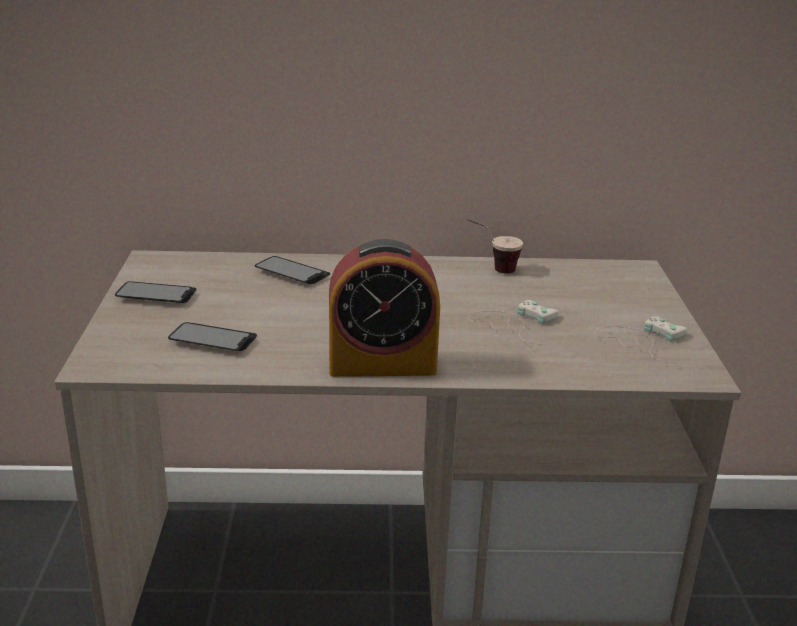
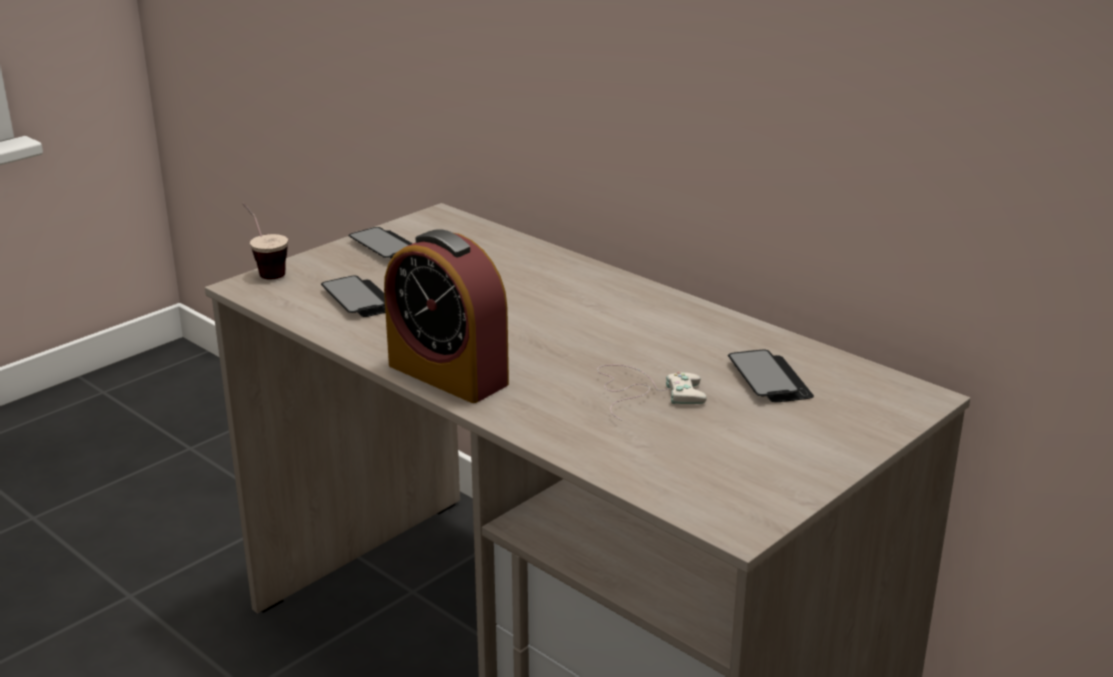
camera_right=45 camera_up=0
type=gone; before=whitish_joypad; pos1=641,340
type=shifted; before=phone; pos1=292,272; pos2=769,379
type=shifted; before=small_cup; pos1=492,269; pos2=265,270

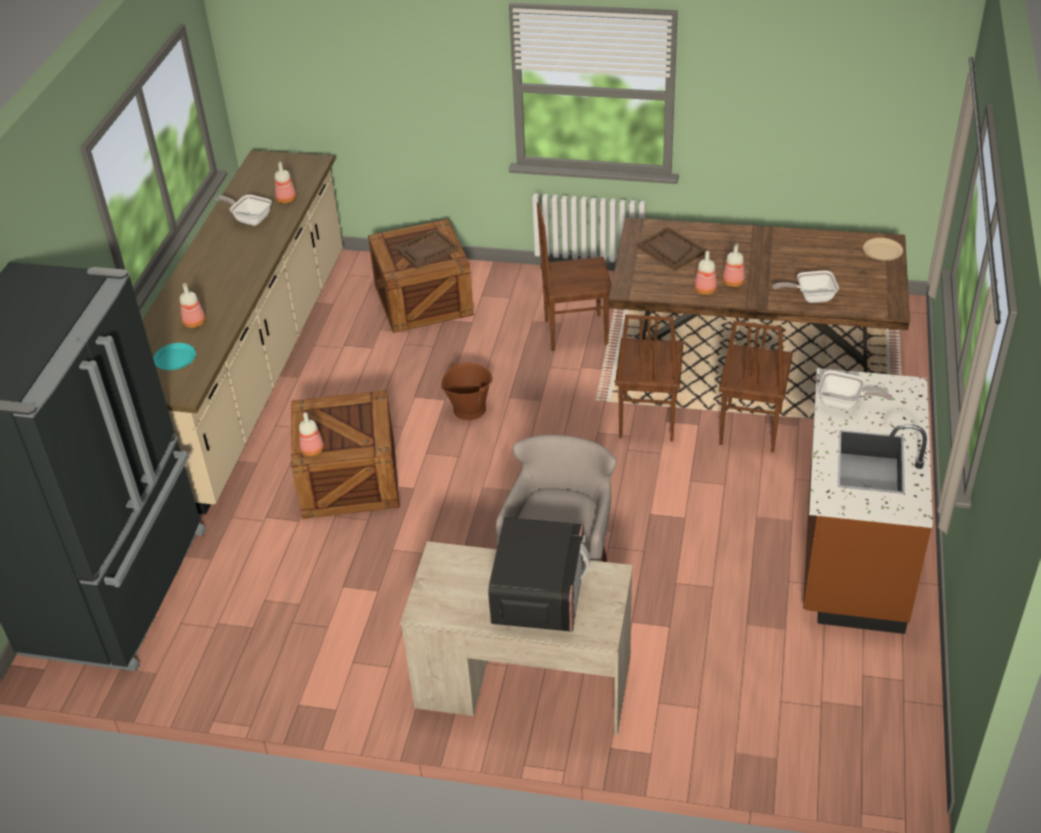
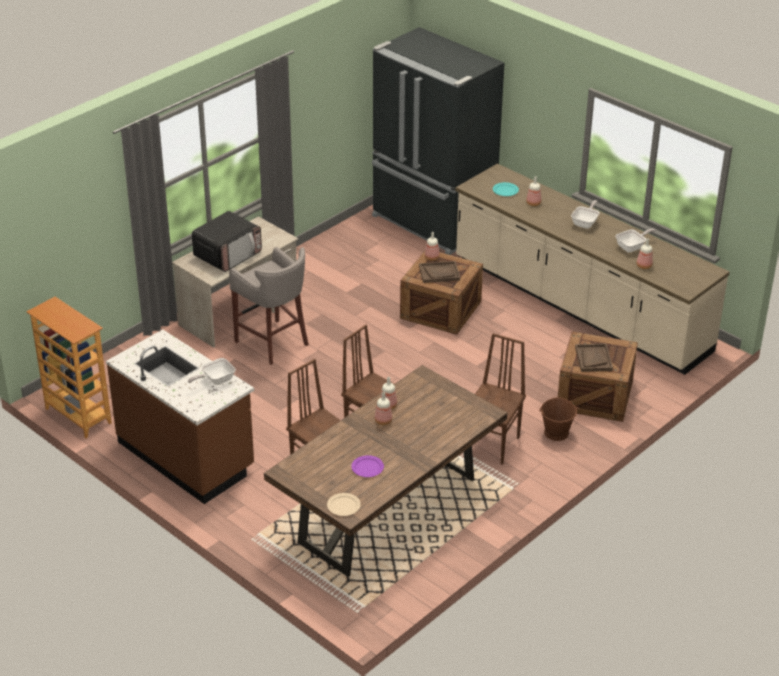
camera_right=120 camera_up=-5
type=new; after=bookcase; pos2=77,416
type=new; after=purple_plate; pos2=367,467
type=shifted; before=brownish_bucket; pos1=469,409; pos2=556,433
type=shifted; before=brownish_carrying_tray; pos1=671,250; pos2=439,273
type=shifted; before=skillet; pos1=810,297; pos2=585,223
type=rotated; before=microwave; pos1=539,593; pos2=228,254; turn=-90

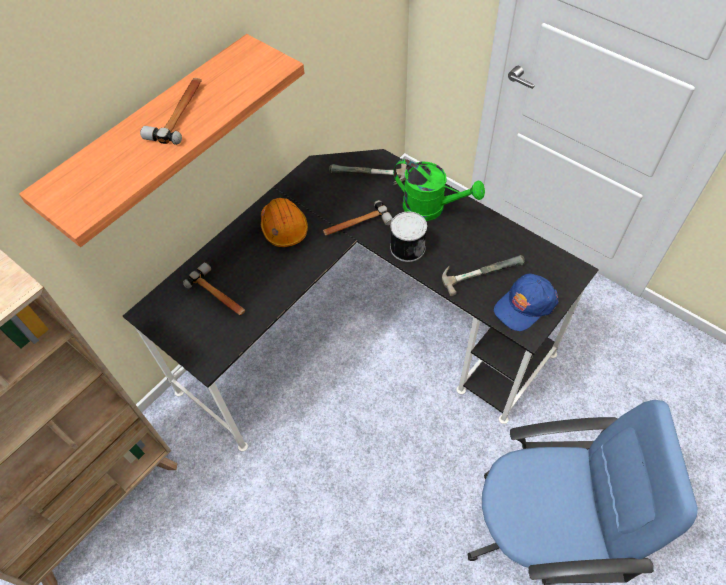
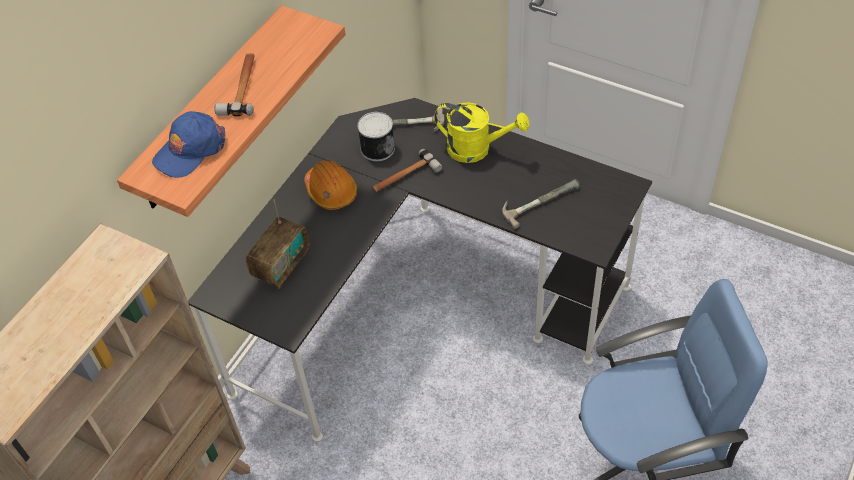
camera_right=-10 camera_up=-5
type=shifted; before=can; pos1=407,247; pos2=377,148
type=shifted; before=bluish_cap; pos1=525,305; pos2=190,150
type=swapped; before=tool_hammer; after=radio; pos1=219,294; pos2=281,266
type=repainted; before=greenish_sprinkling_can; after=yellow-coloured_sprinkling_can; pos1=431,208; pos2=477,149

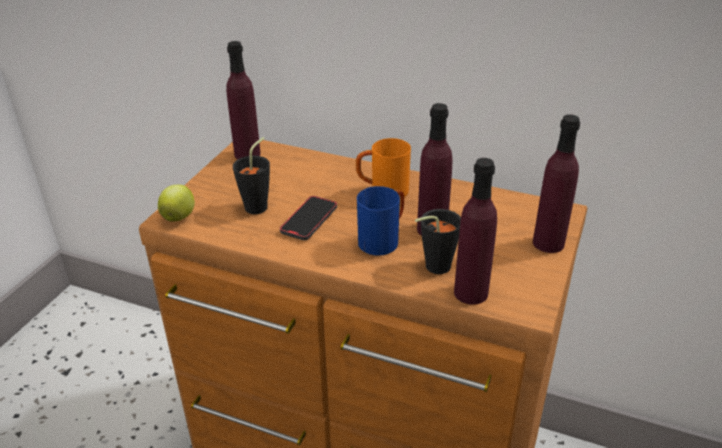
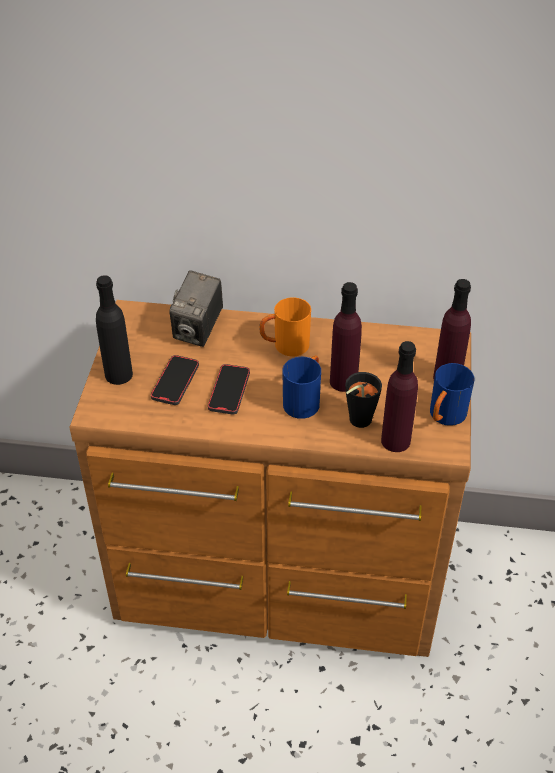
camera_right=-15 camera_up=10
type=gone; before=apple; pos1=179,217
type=gone; before=purple_bottle; pos1=247,154
type=new; after=black_bottle; pos2=118,374
type=new; after=photo_camera; pos2=198,330
type=new; after=bluish_coffee_mug; pos2=444,417
type=swapped; before=black_small_cup; after=phone; pos1=259,205; pos2=175,382

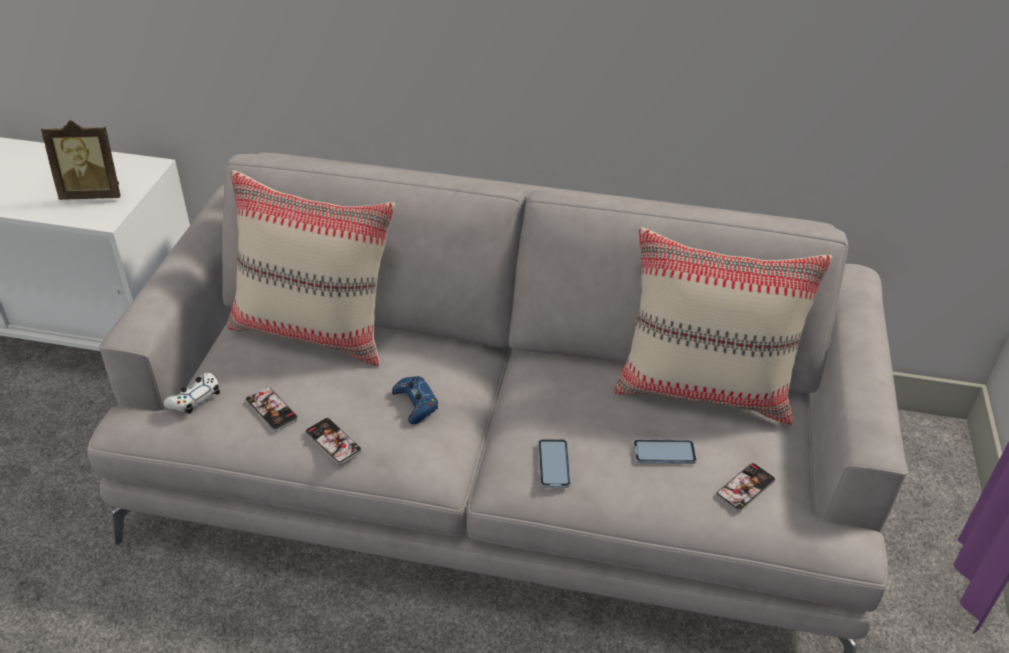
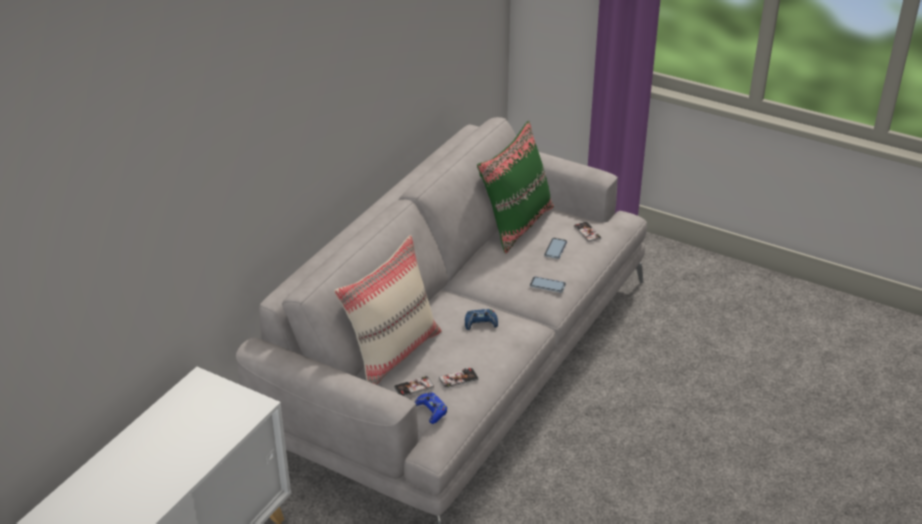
camera_right=-70 camera_up=-5
type=gone; before=standing_frame; pos1=93,193
type=shifted; before=phone; pos1=333,441; pos2=414,387
type=repainted; before=whitish_joypad; after=bluish_joypad; pos1=194,398; pos2=431,411
type=repainted; before=beige_pillow; after=greenish_pillow; pos1=704,389; pos2=516,224

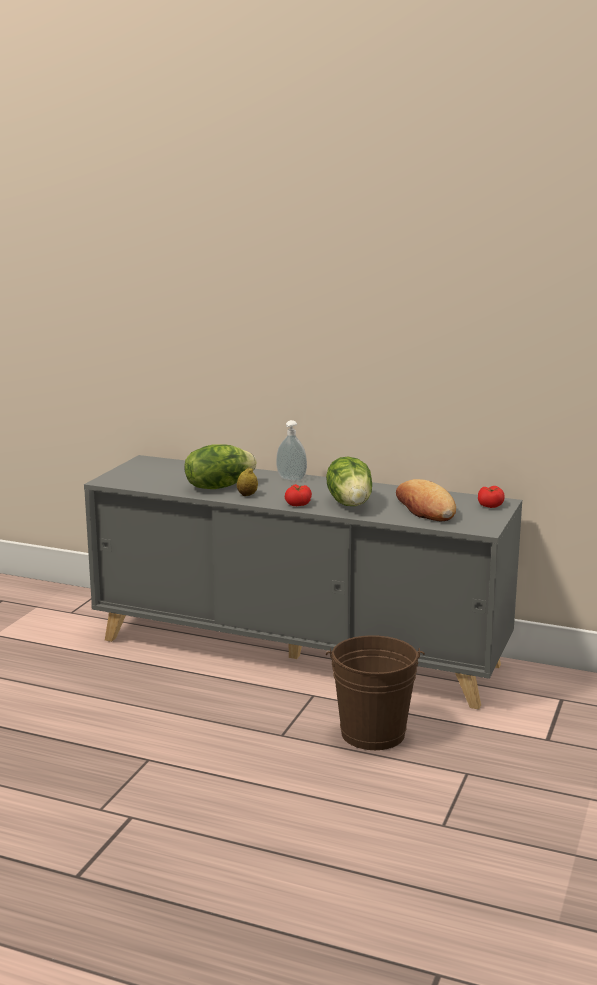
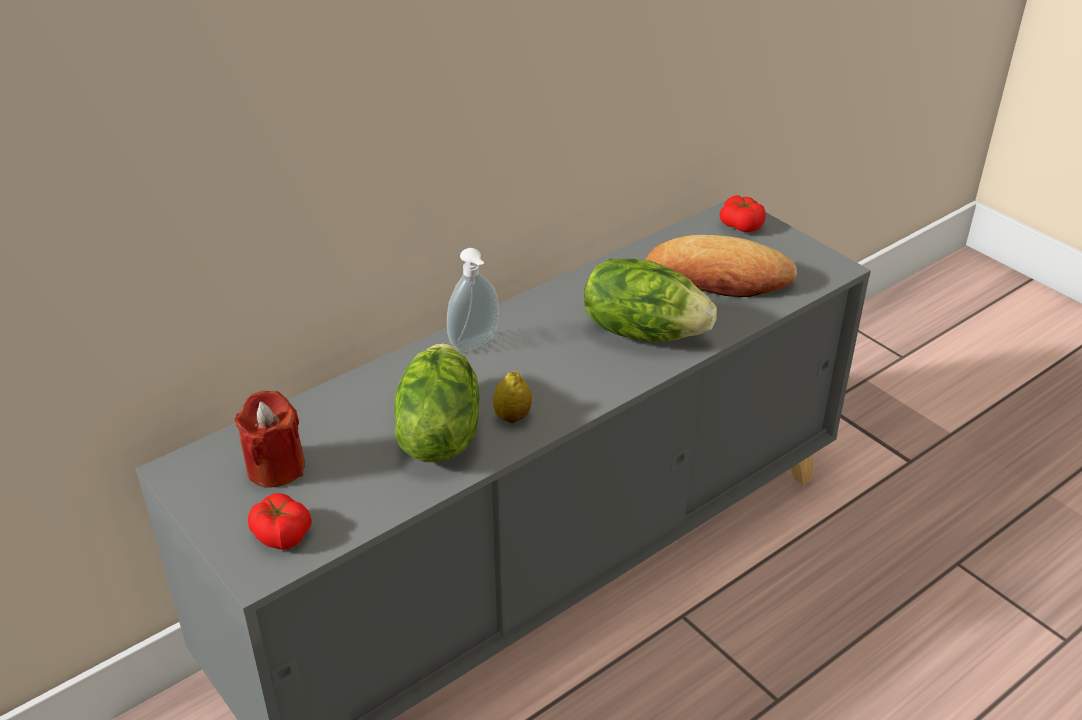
camera_right=-60 camera_up=20
type=gone; before=brownish_bucket; pos1=372,733
type=new; after=reddish_candle; pos2=275,467
type=shifted; before=fresh_tomato; pos1=298,503; pos2=281,534

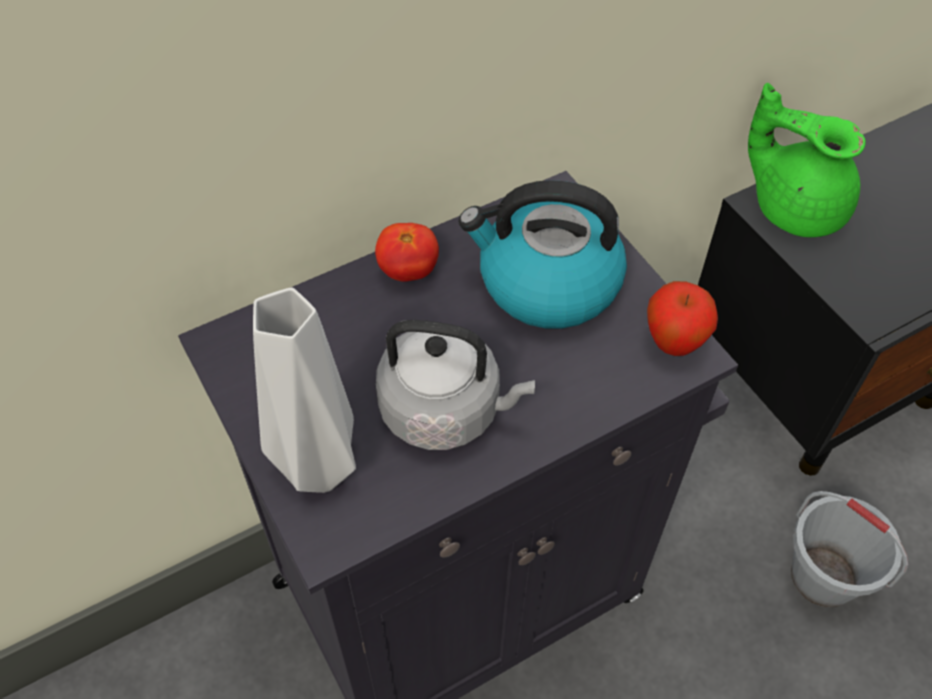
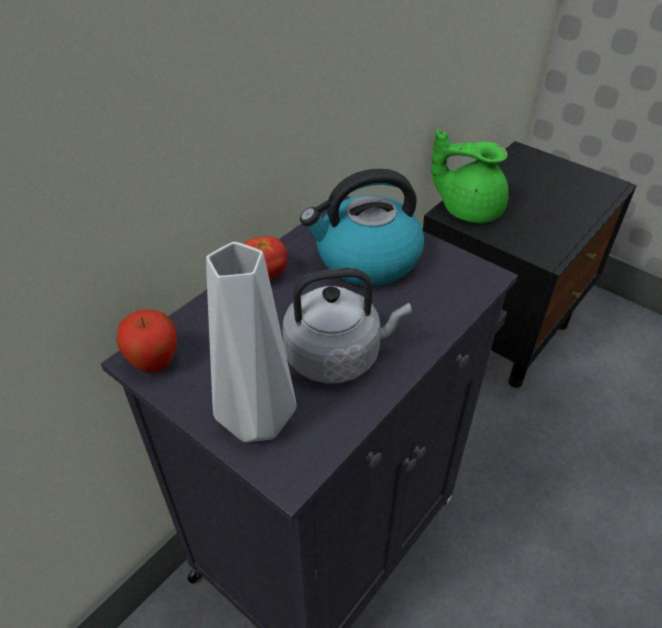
camera_right=-20 camera_up=-10
type=gone; before=greyish_bucket; pos1=824,576
type=shifted; before=apple; pos1=674,343; pos2=155,363

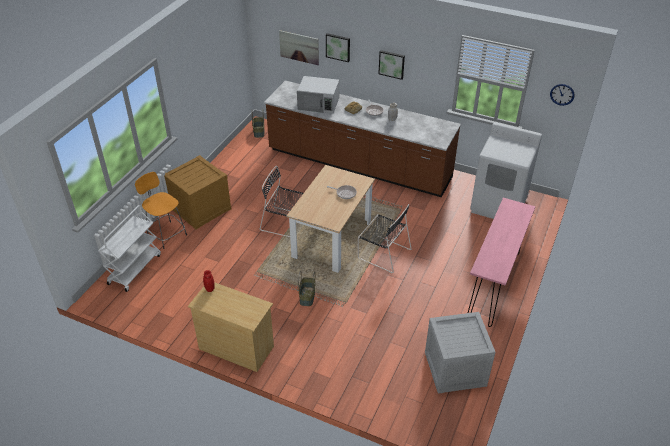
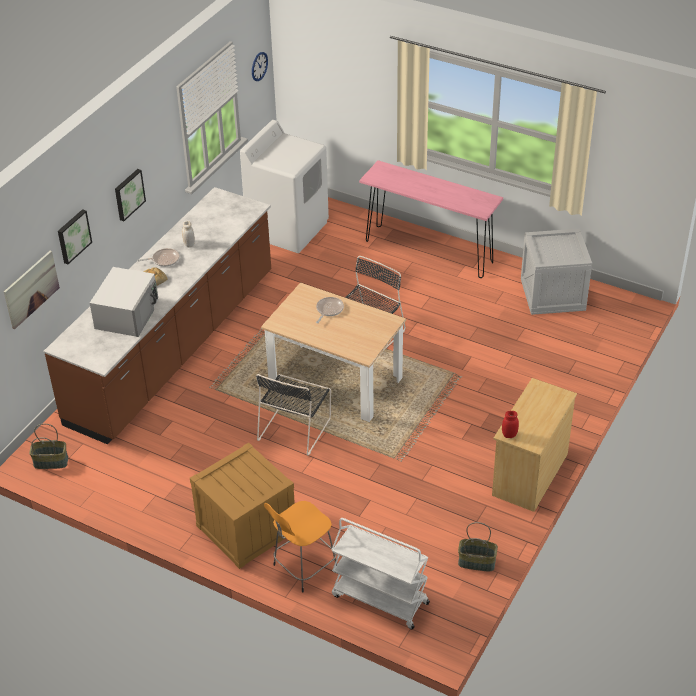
camera_right=-85 camera_up=0
type=shifted; before=storage_basket; pos1=307,297; pos2=477,562

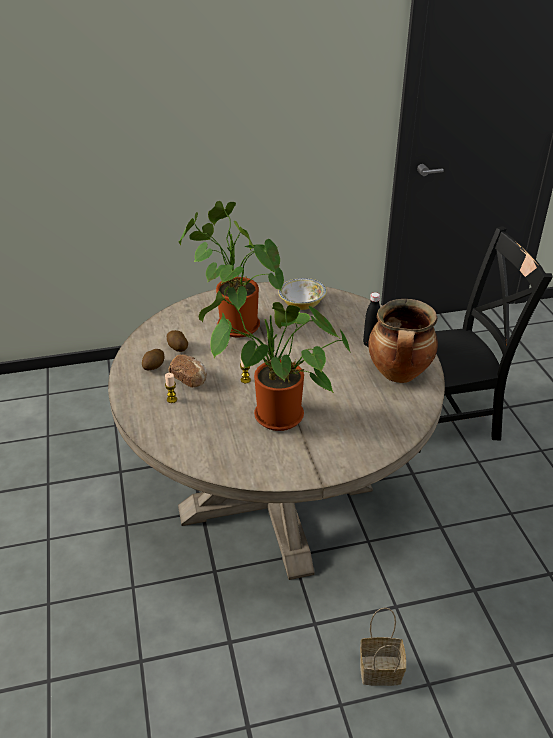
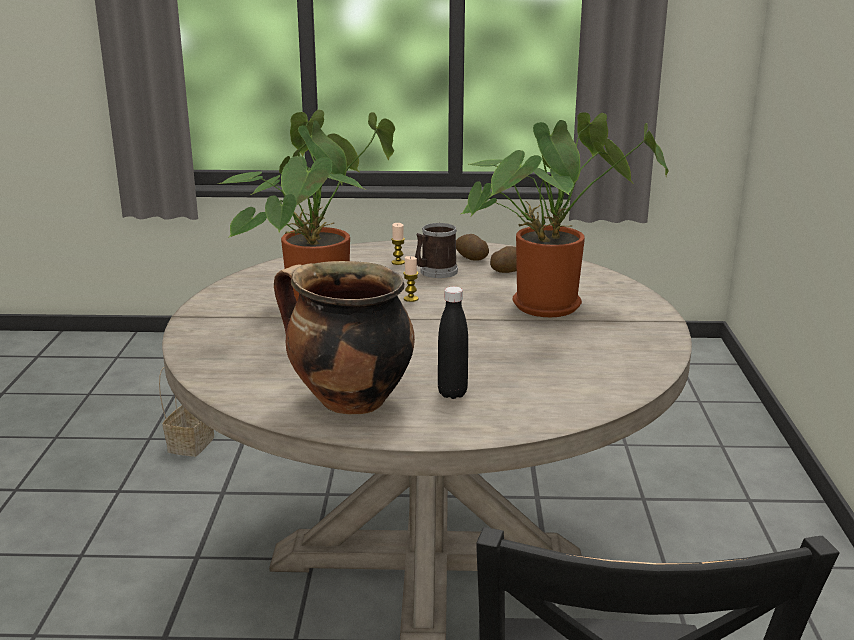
camera_right=105 camera_up=-15
type=gone; before=deep_dish; pos1=302,304
type=shifted; before=storage_basket; pos1=379,671; pos2=191,443
type=swapped; before=bakery_bread; after=coffee_mug; pos1=189,378; pos2=435,272

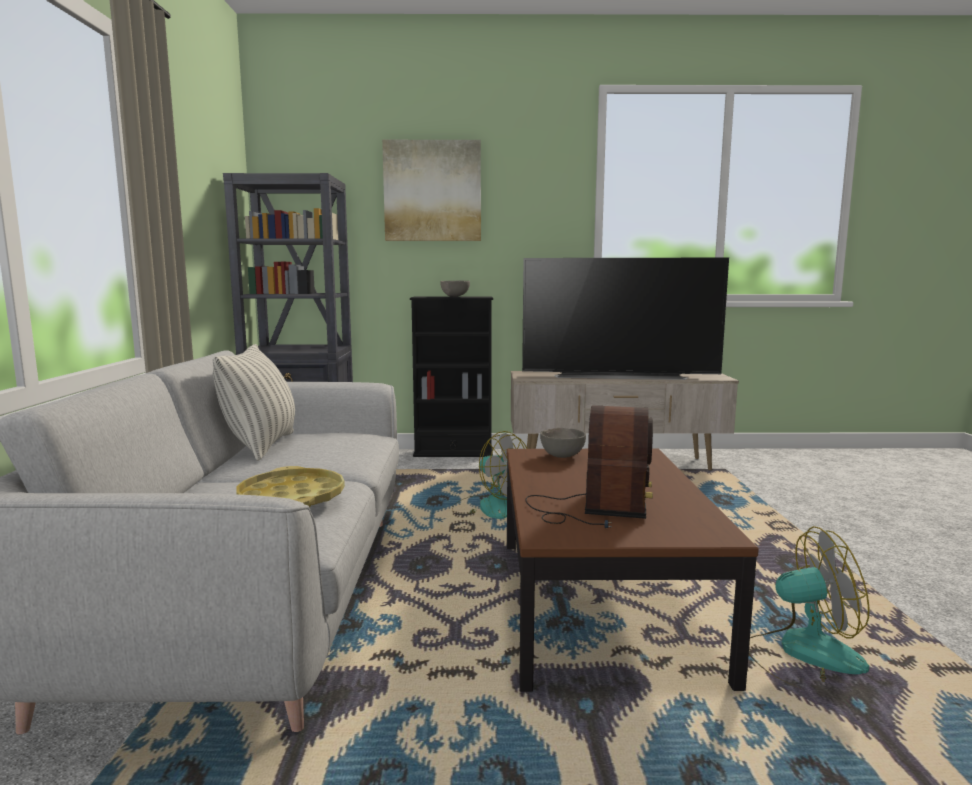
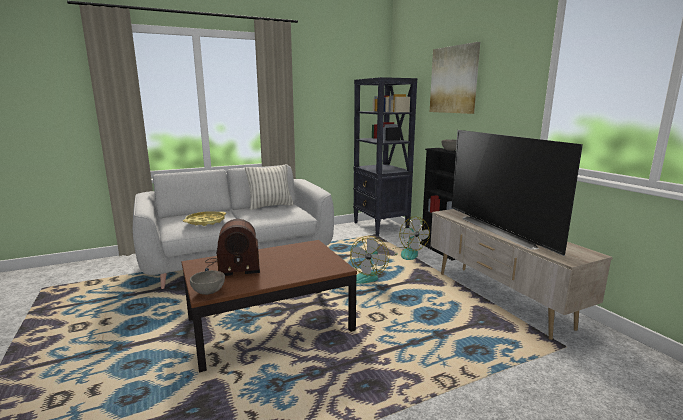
camera_right=65 camera_up=5
type=shifted; before=greyish_deep_dish; pos1=562,456; pos2=209,292
type=shifted; before=fan; pos1=802,655; pos2=406,253

